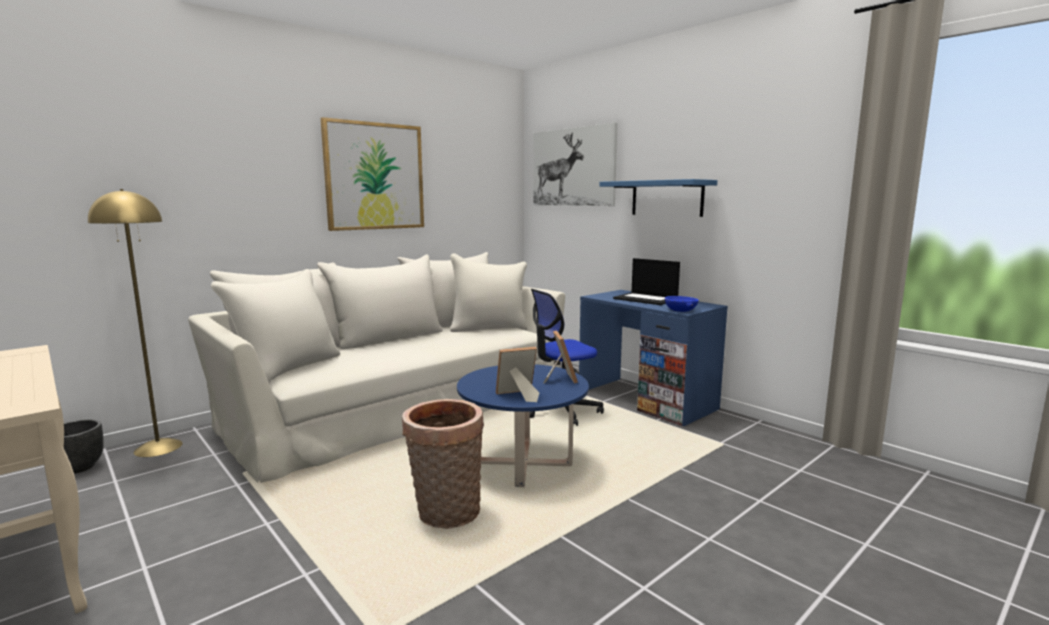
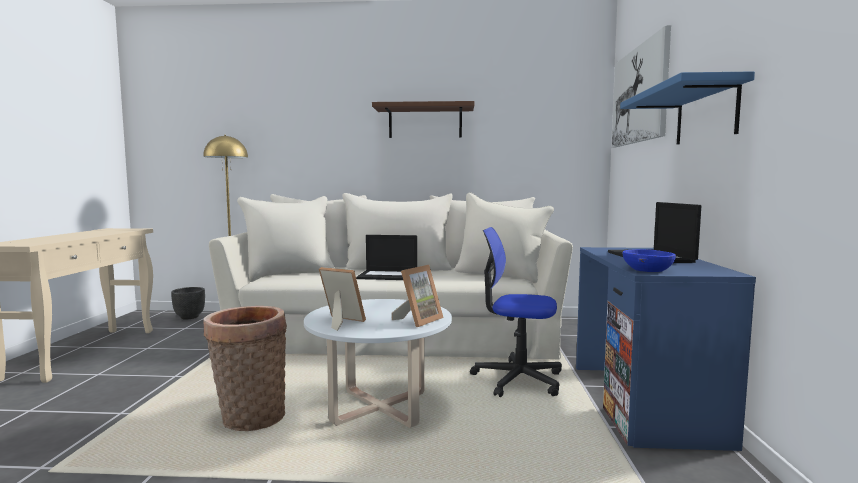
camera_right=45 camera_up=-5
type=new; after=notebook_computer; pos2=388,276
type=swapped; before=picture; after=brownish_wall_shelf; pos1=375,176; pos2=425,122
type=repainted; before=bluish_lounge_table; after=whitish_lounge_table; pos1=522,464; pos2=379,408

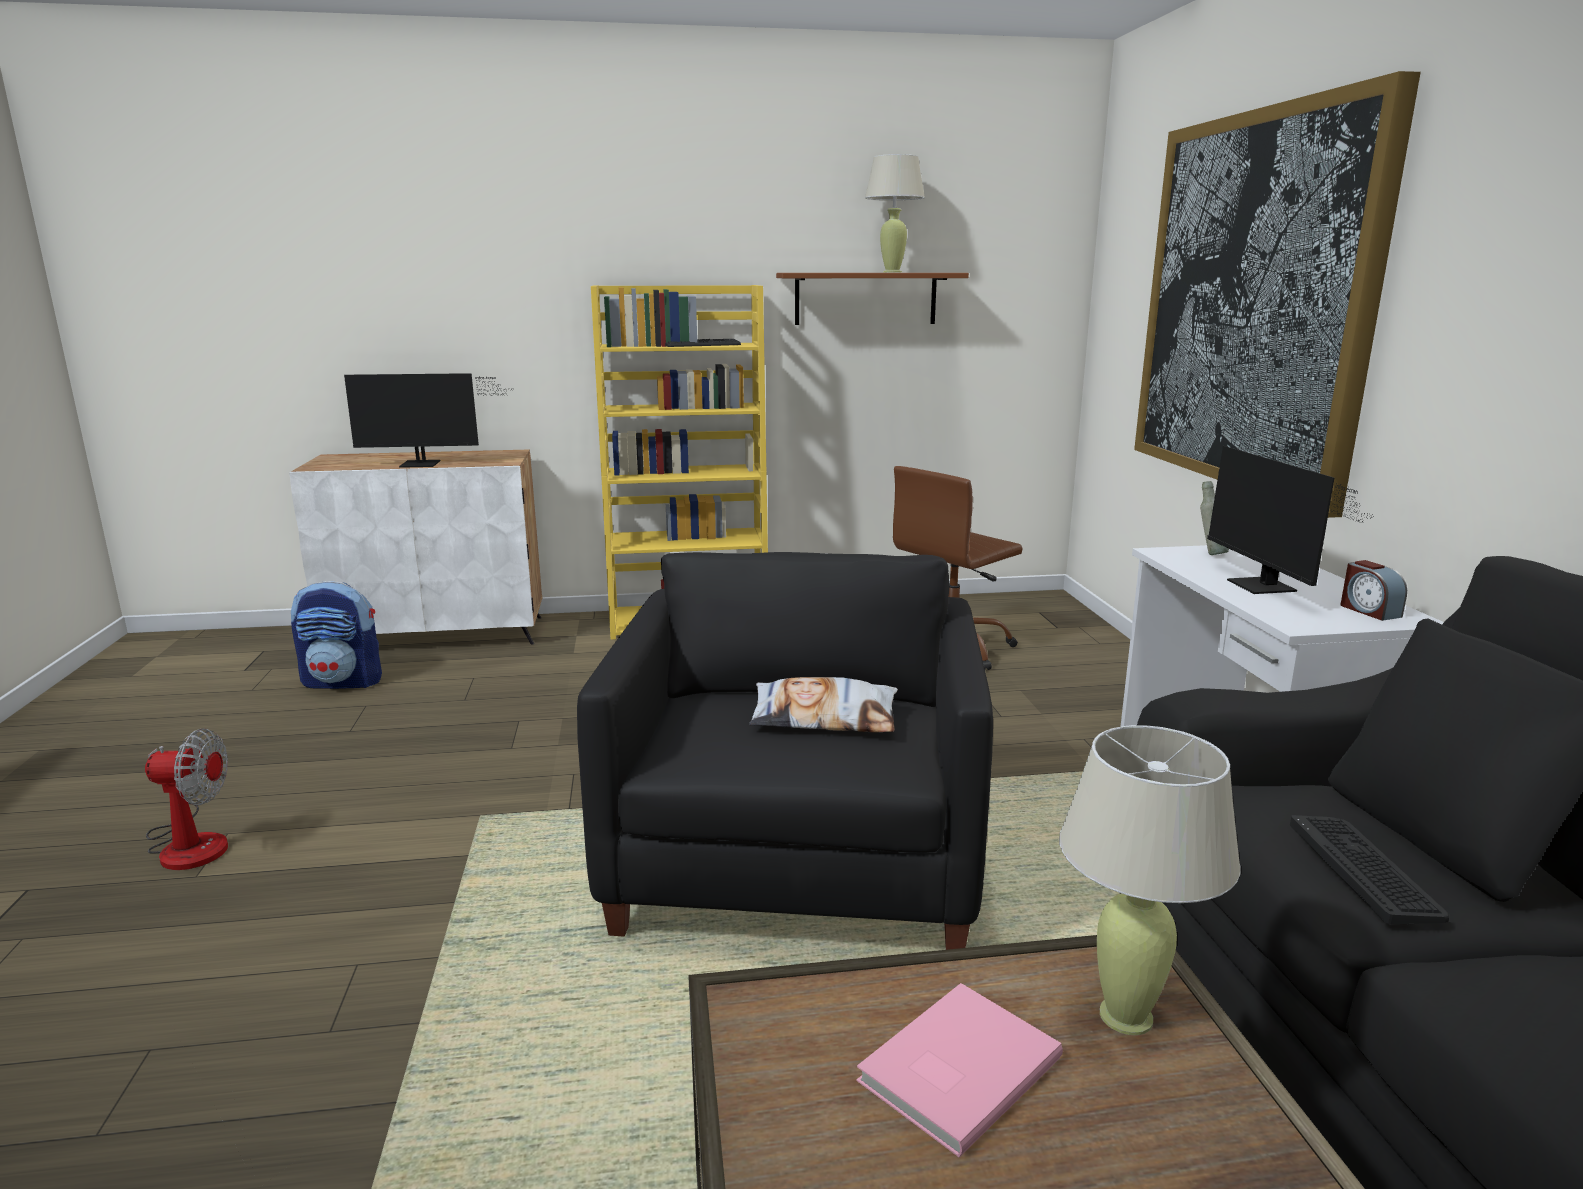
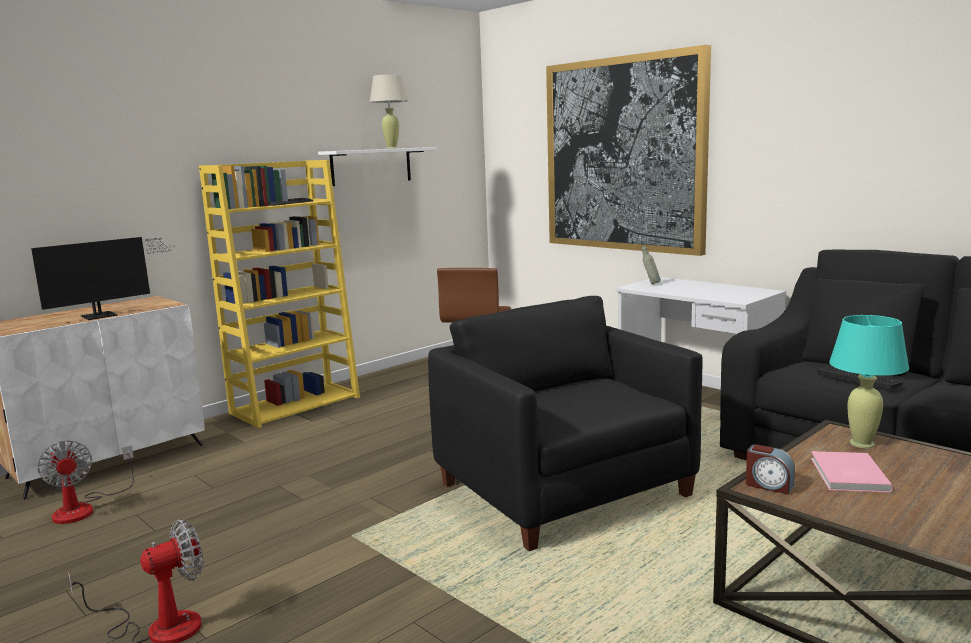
camera_right=-35 camera_up=-5
type=gone; before=pillow; pos1=824,718
type=gone; before=computer_screen; pos1=1264,588
type=shifted; before=bedside_clock; pos1=1369,611; pos2=768,485
type=swapped; before=knapsack; after=fan; pos1=344,682; pos2=84,508
type=repainted; before=brownish_wall_shelf; after=whitish_wall_shelf; pos1=865,298; pos2=371,166
type=repainted; before=beige_tabletop_lamp; after=turquoise_tabletop_lamp; pos1=1125,1016; pos2=861,443

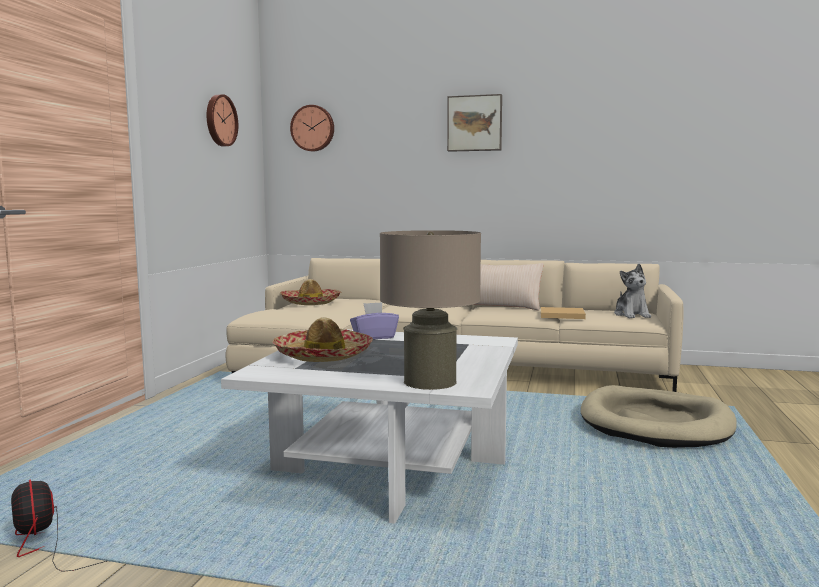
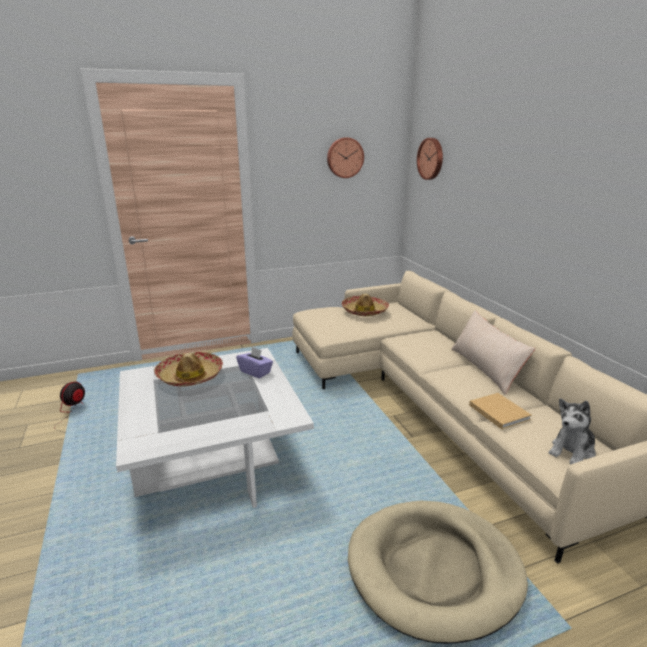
camera_right=55 camera_up=15
type=gone; before=beige_tabletop_lamp; pos1=429,382
type=gone; before=picture; pos1=475,123

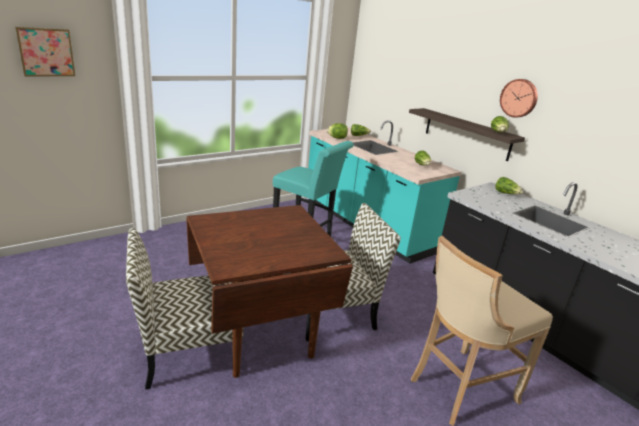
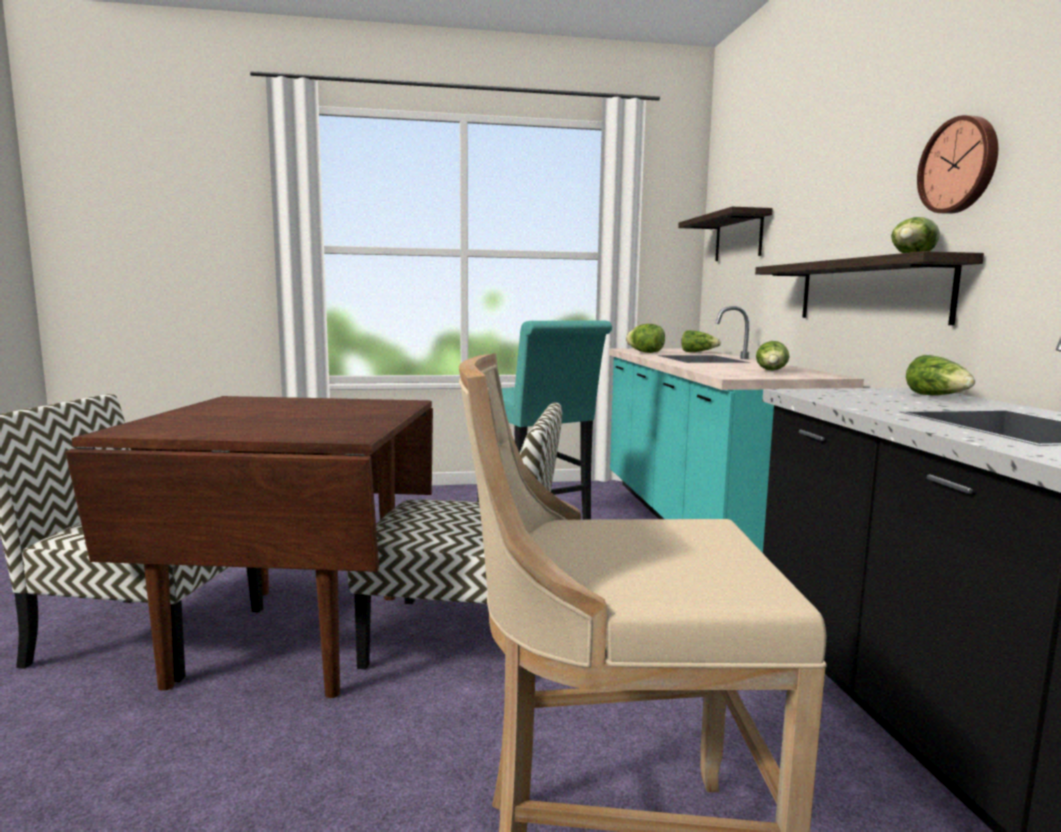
camera_right=30 camera_up=-15
type=gone; before=picture; pos1=46,52
type=new; after=wall_shelf; pos2=738,237

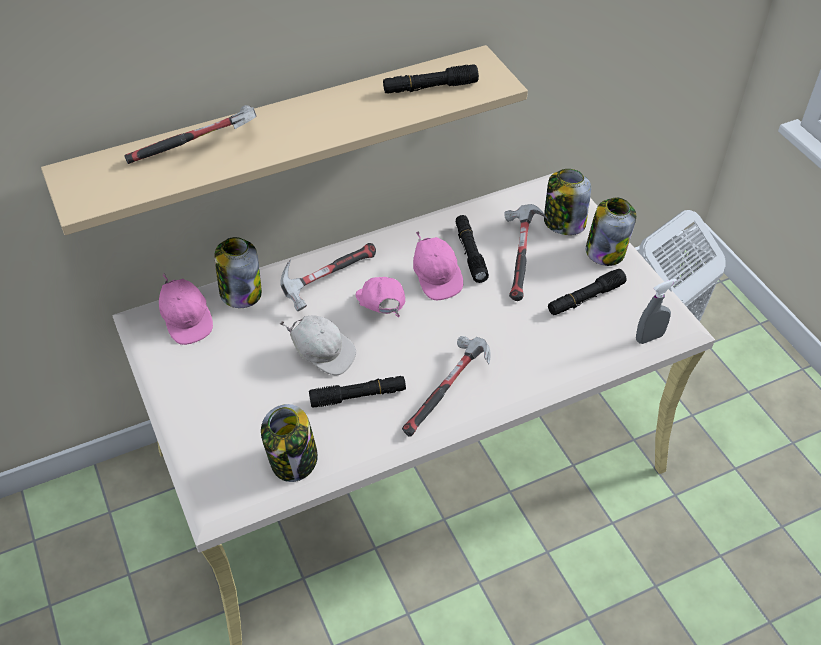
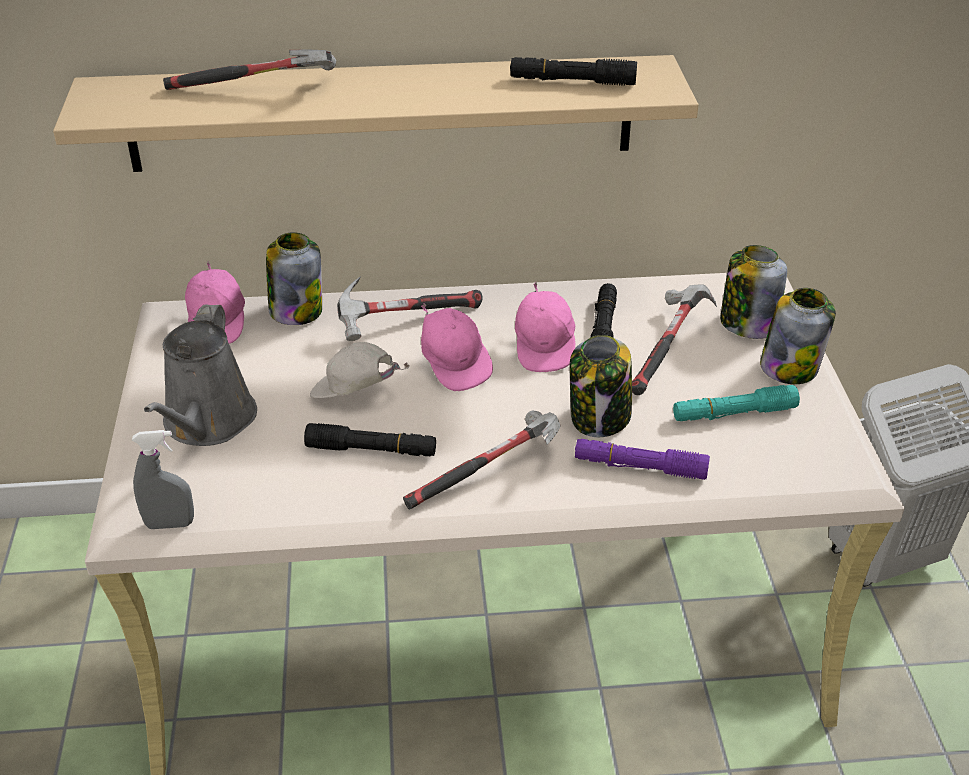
camera_right=20 camera_up=-10
type=new; after=greyish_sprinkling_can; pos2=207,423
type=new; after=purple_torch; pos2=639,467
type=shifted; before=jar; pos1=293,461; pos2=600,418
type=shifted; before=greyish_sprayer; pos1=649,337; pos2=170,524
type=repainted; before=black_torch; after=turquoise_torch; pos1=585,298; pos2=733,413
type=rotated; before=whitish_cap; pos1=322,354; pos2=355,394; turn=150
type=rotated; before=pink-coloured_cap; pos1=381,309; pos2=455,364; turn=150

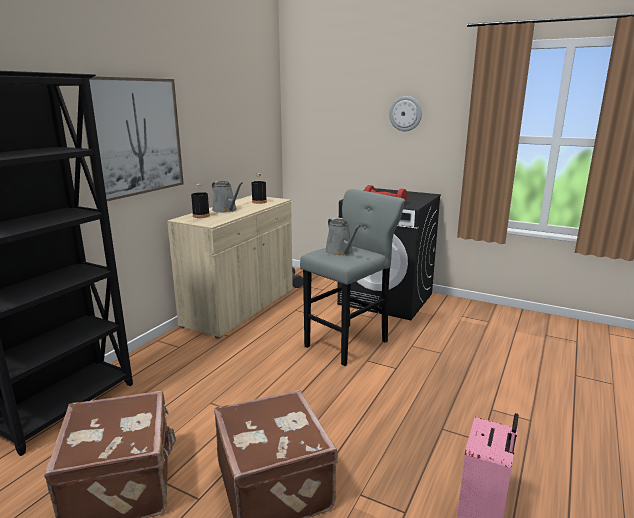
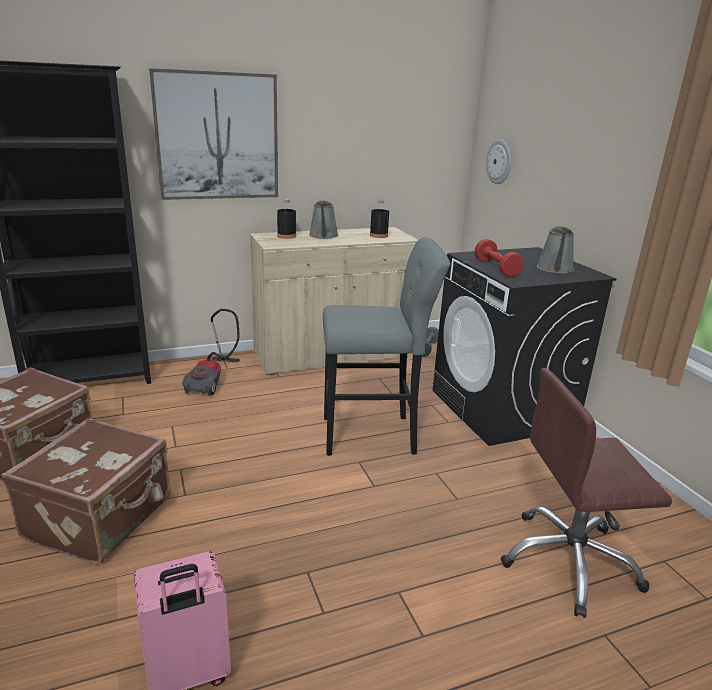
camera_right=40 camera_up=5
type=new; after=vacuum_cleaner; pos2=213,381
type=new; after=brownish_desk_chair; pos2=569,562
type=shifted; before=greyish_sprinkling_can; pos1=340,252; pos2=555,269
type=shifted; before=clock_on_the_wall; pos1=405,113; pos2=499,162

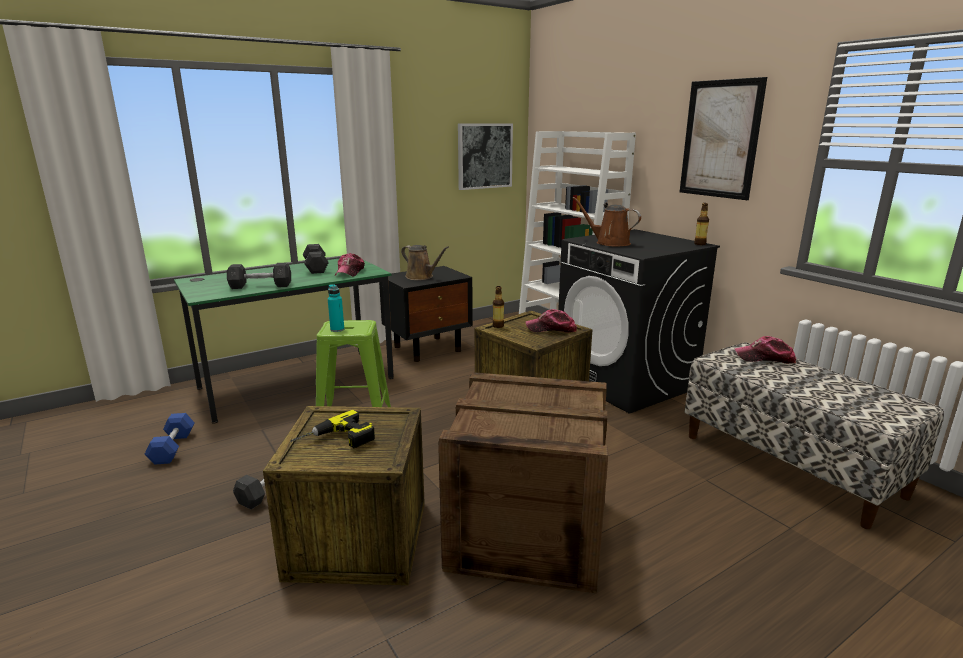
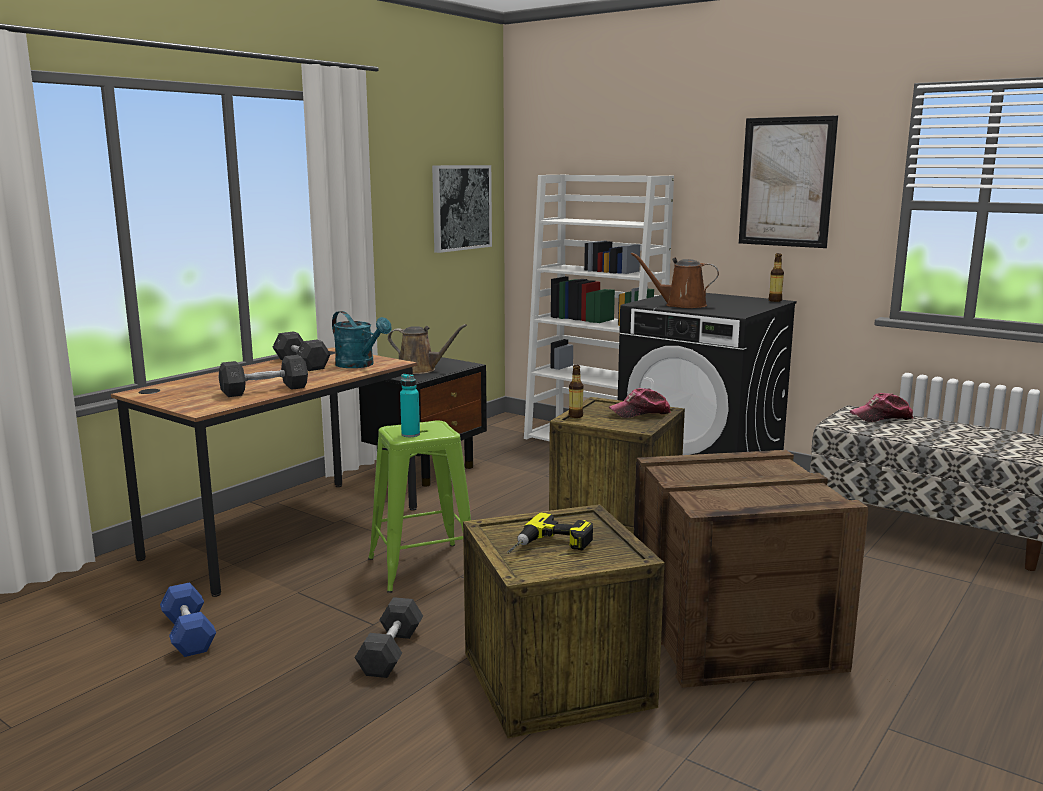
camera_right=-20 camera_up=-5
type=swapped; before=cap; after=turquoise_sprinkling_can; pos1=350,272; pos2=359,365
type=repainted; before=greenish_desk_unit; after=brownish_desk_unit; pos1=297,383; pos2=286,532

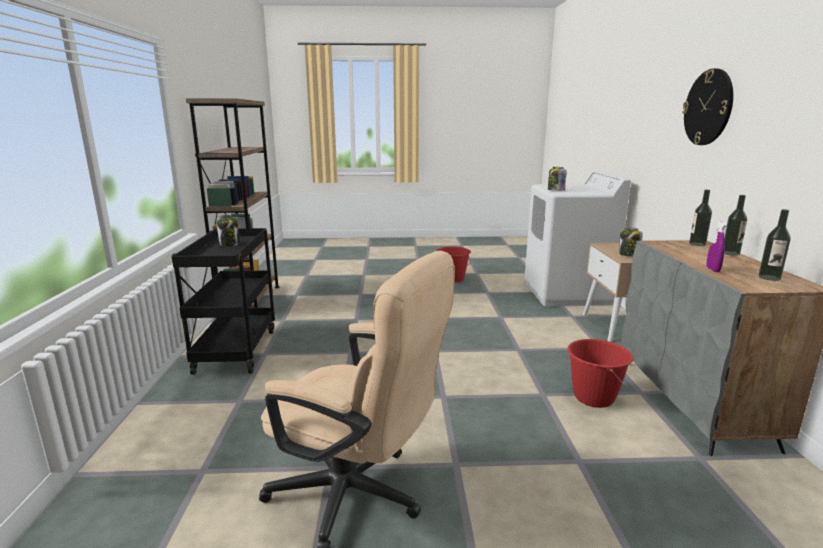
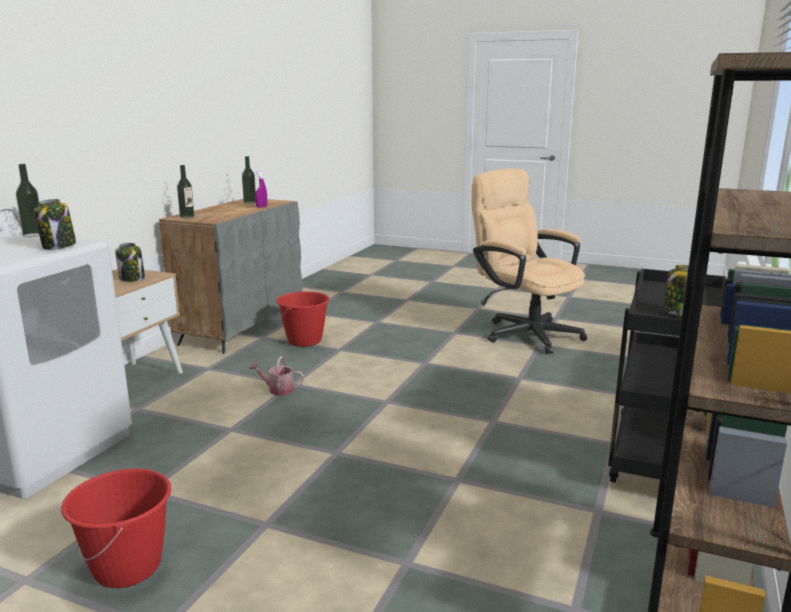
camera_right=-155 camera_up=0
type=gone; before=clock_on_the_wall; pos1=708,107
type=new; after=sprinkling_can; pos2=278,390
type=shifted; before=bottle; pos1=730,253; pos2=33,235

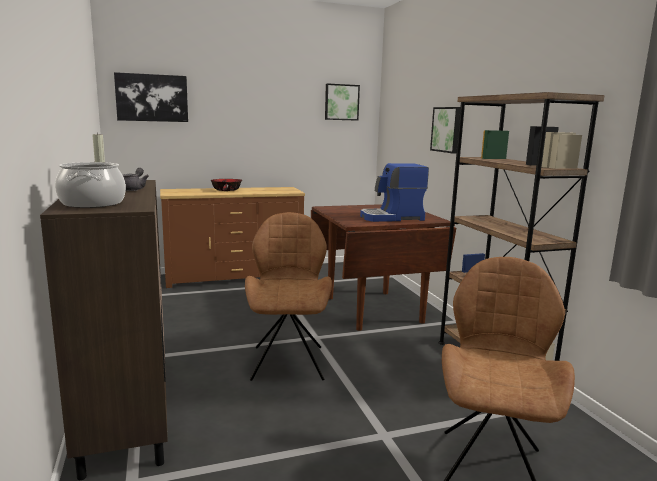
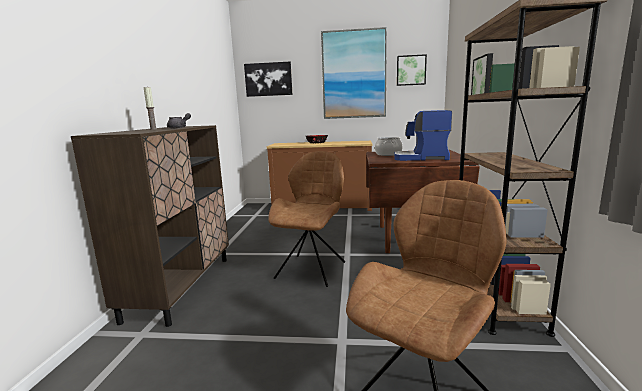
camera_right=25 camera_up=0
type=new; after=picture; pos2=354,75
type=shifted; before=cooking_pot; pos1=92,203; pos2=388,154

